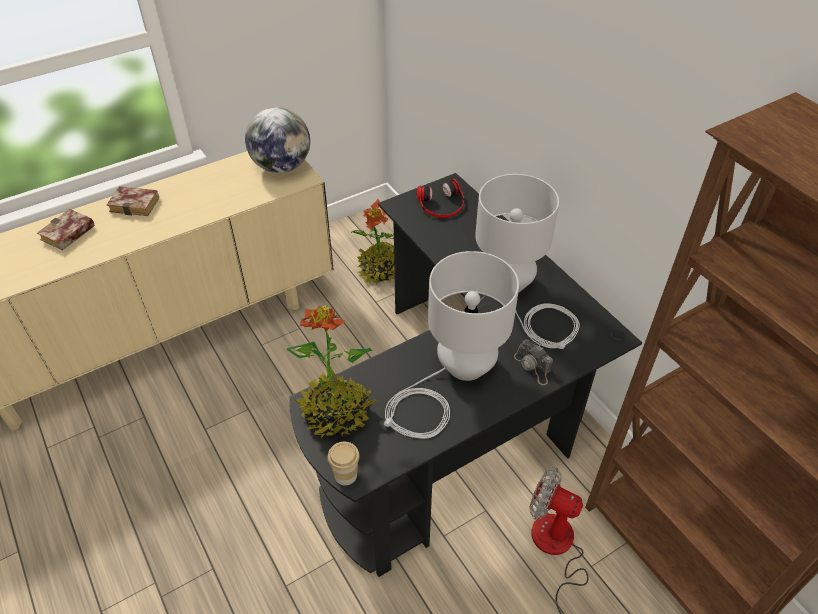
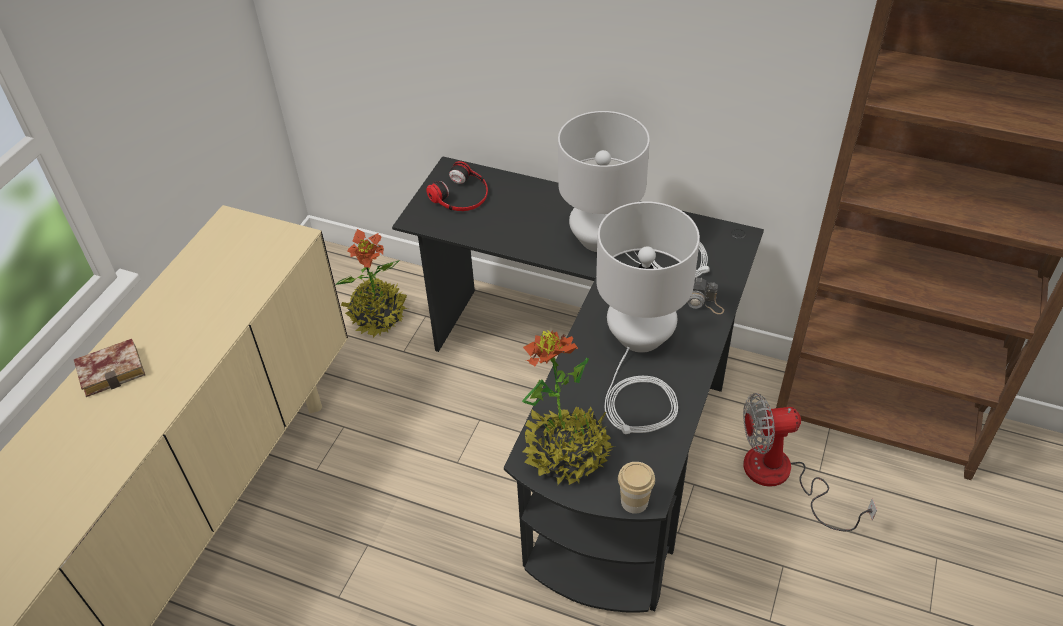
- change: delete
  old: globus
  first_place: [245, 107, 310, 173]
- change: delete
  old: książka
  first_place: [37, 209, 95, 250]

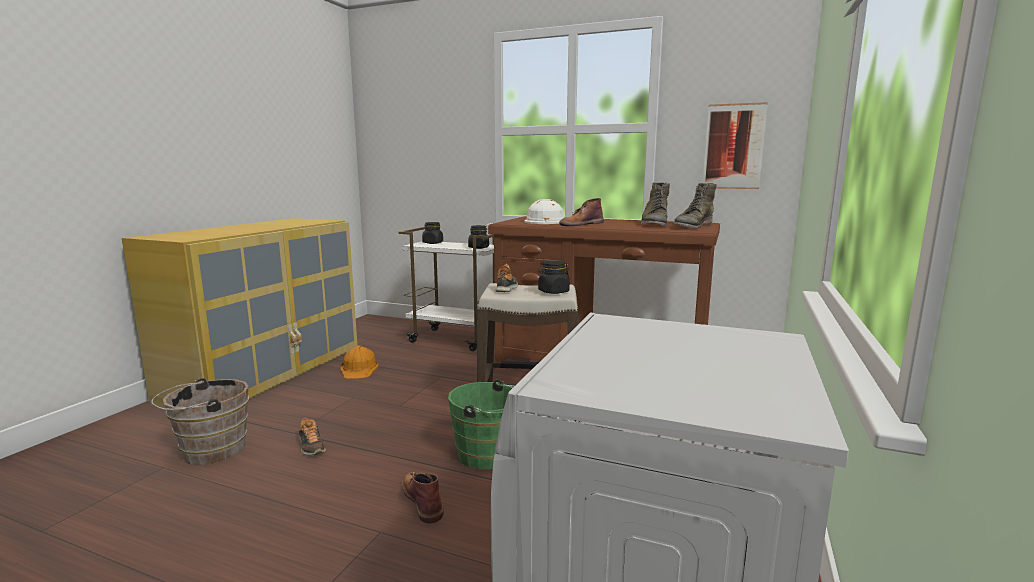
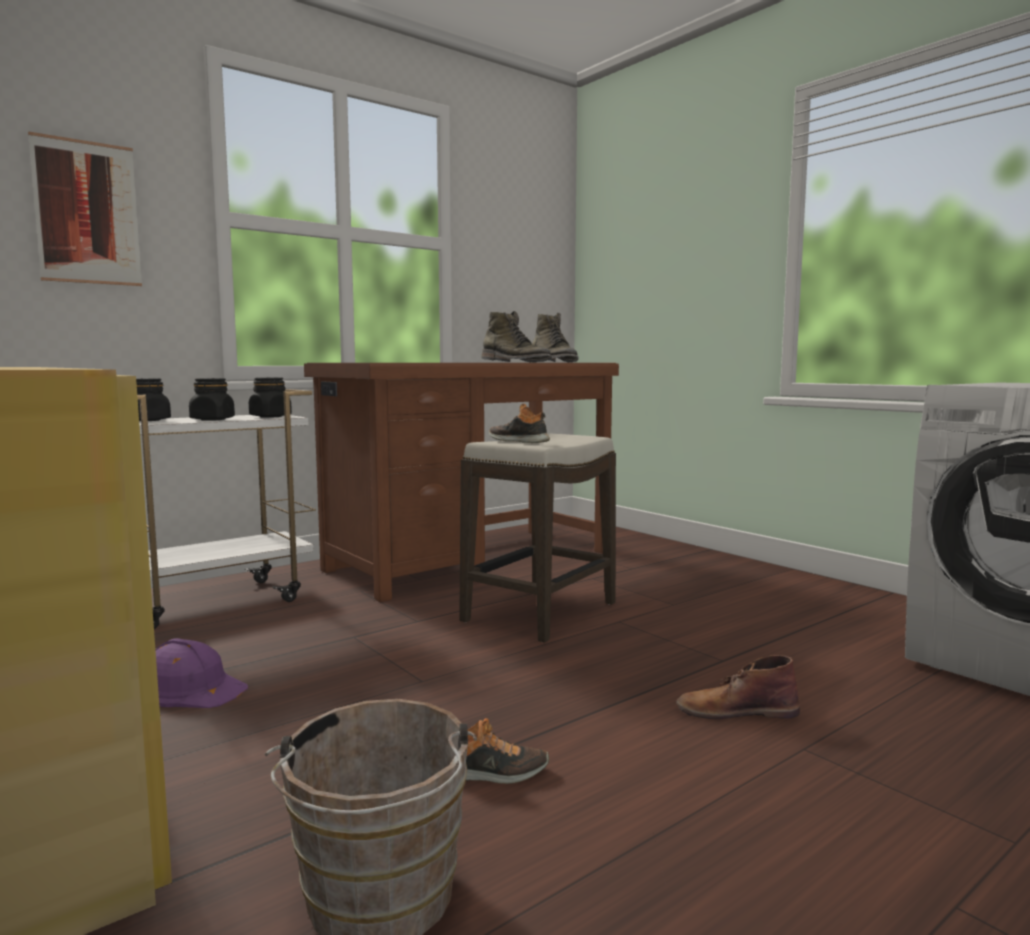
- change: move
  old: obraz
  first_place: [703, 102, 768, 189]
  second_place: [28, 131, 142, 286]
- change: delete
  old: but z cholewką (brązowy)
  first_place: [559, 198, 604, 226]
- change: delete
  old: kask (biały)
  first_place: [525, 199, 564, 224]
- change: move
  old: słoik (czarny)
  first_place: [538, 260, 570, 294]
  second_place: [189, 378, 235, 421]
- change: recolor
  old: kask (pomarańczowy)
  new: kask (fioletowy)
  first_place: [341, 345, 379, 379]
  second_place: [155, 638, 248, 708]
- change: delete
  old: wiadro (zielony)
  first_place: [448, 379, 514, 469]

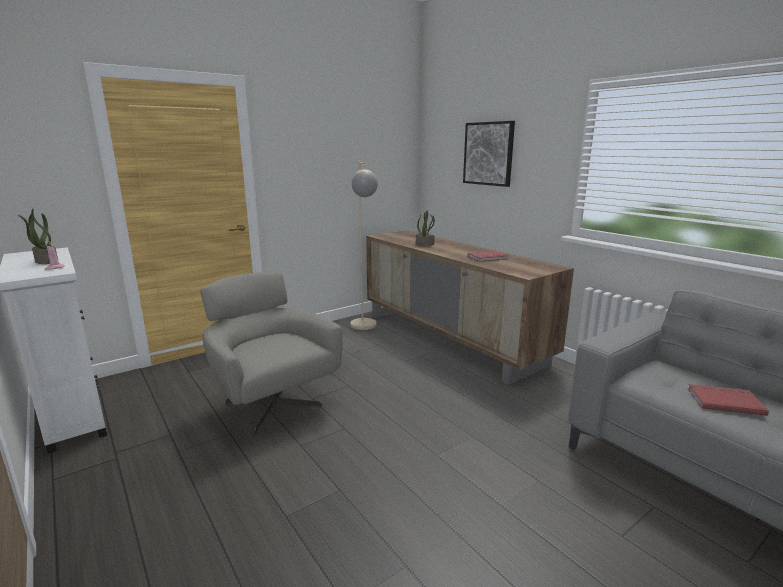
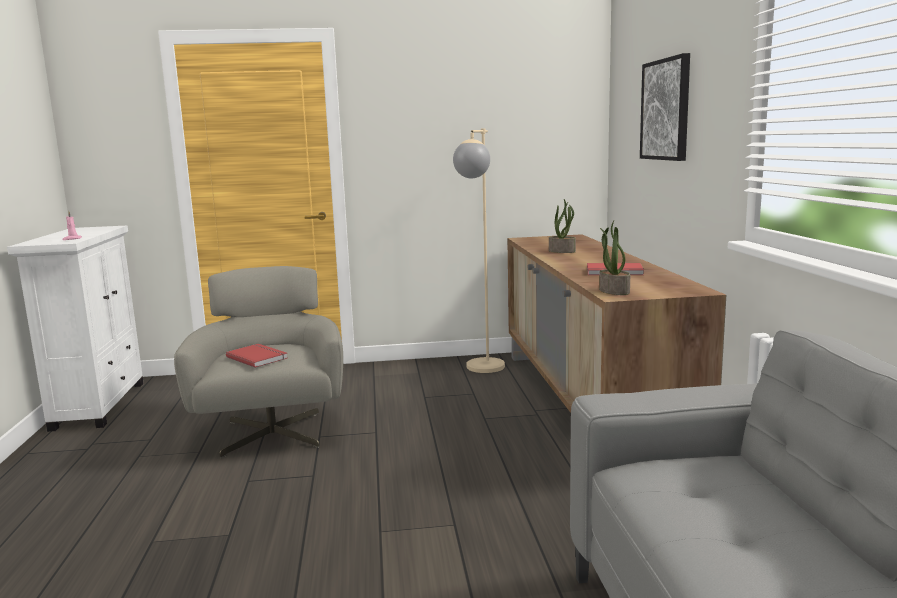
- change: move
  old: roślina doniczkowa
  first_place: [18, 209, 58, 264]
  second_place: [599, 221, 630, 295]
- change: move
  old: książka (czerwony)
  first_place: [688, 384, 769, 416]
  second_place: [226, 344, 287, 368]

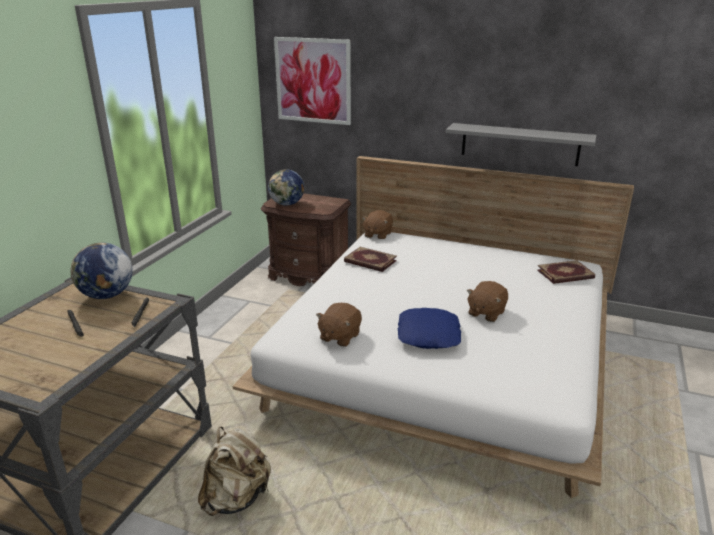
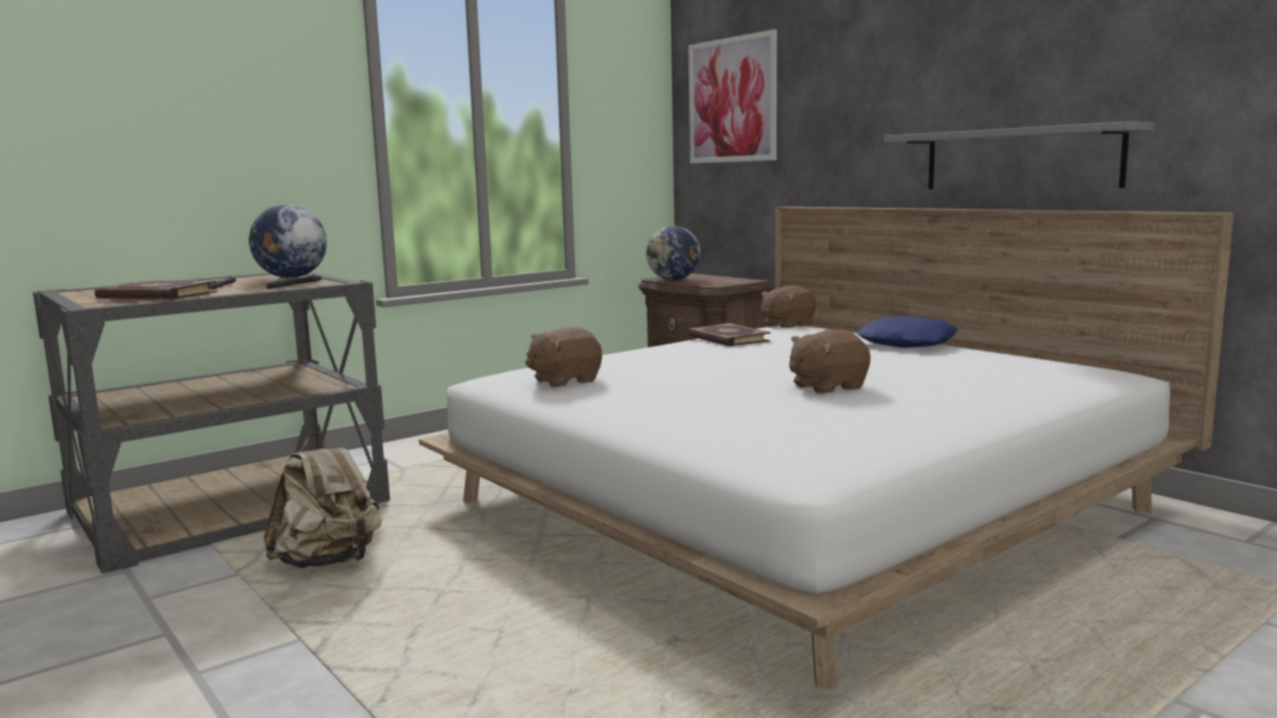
- change: move
  old: książka
  first_place: [537, 260, 595, 284]
  second_place: [95, 280, 217, 300]
- change: move
  old: poduszka (niebieski)
  first_place: [398, 308, 461, 349]
  second_place: [857, 316, 958, 348]

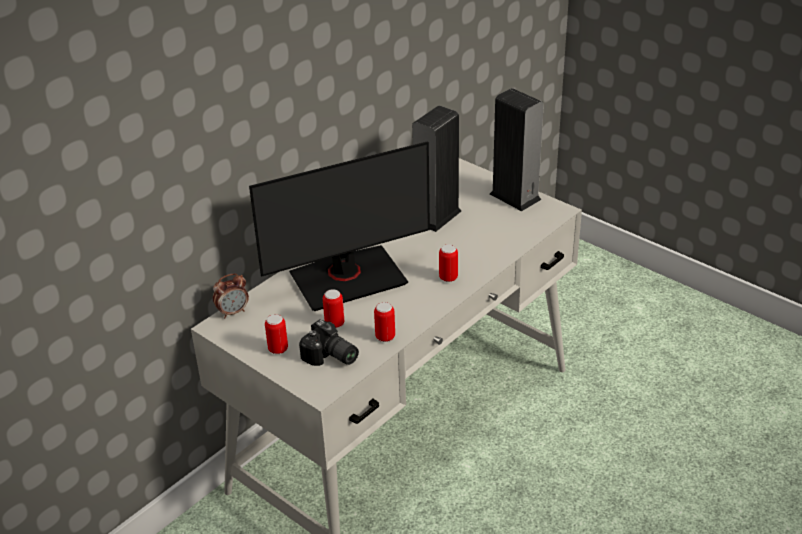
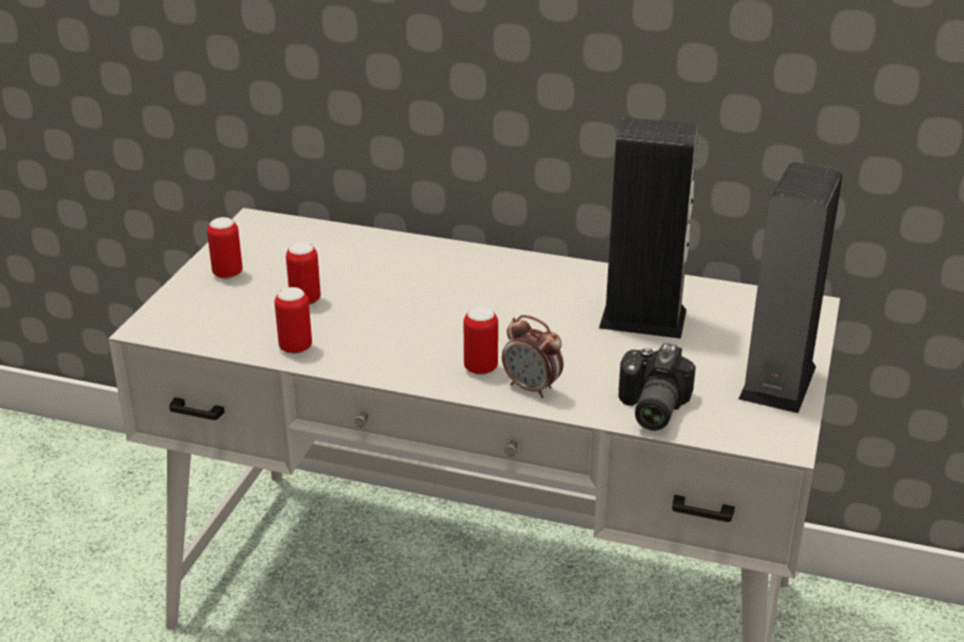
- change: delete
  old: monitor
  first_place: [249, 141, 430, 311]
- change: move
  old: budzik
  first_place: [213, 273, 249, 318]
  second_place: [502, 315, 564, 398]
- change: move
  old: aparat fotograficzny
  first_place: [299, 319, 359, 366]
  second_place: [619, 343, 696, 431]

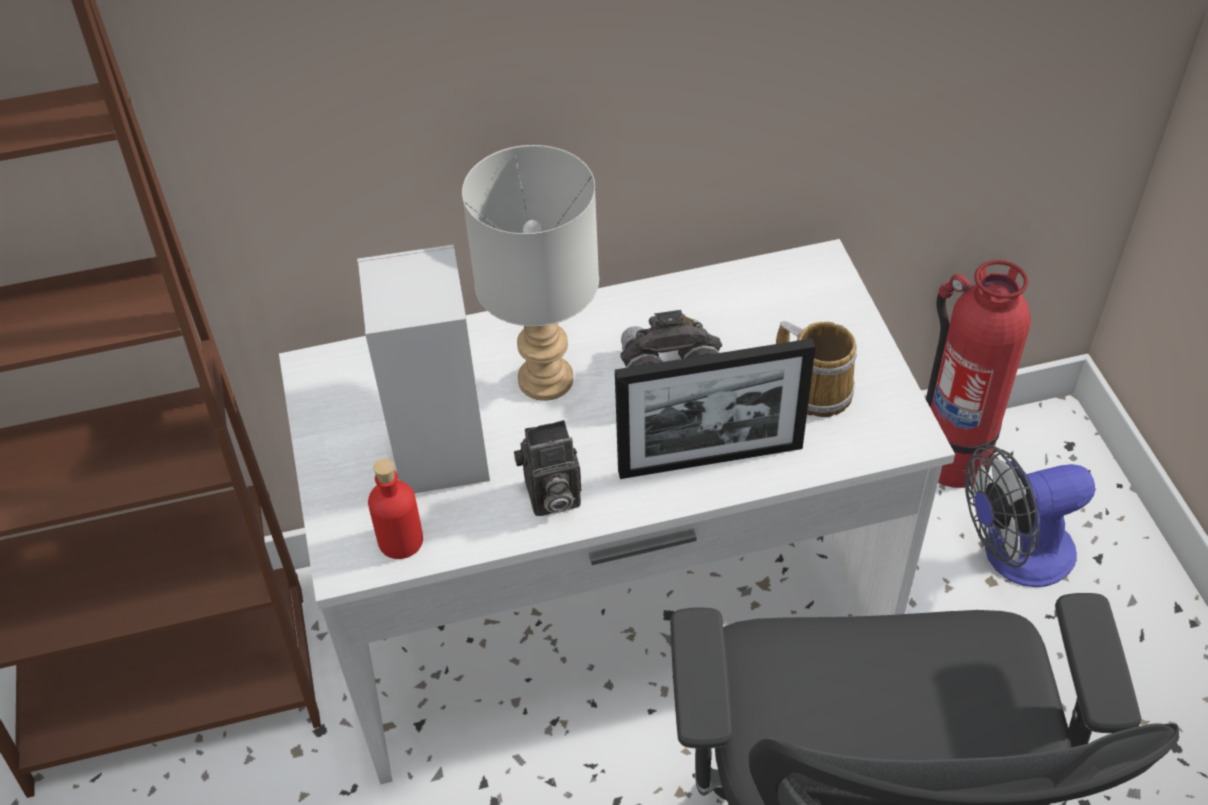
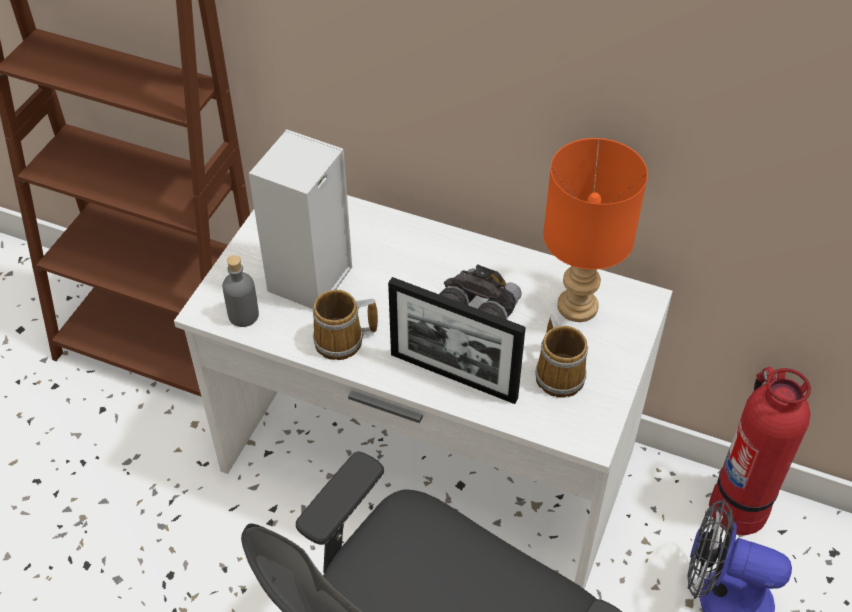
- change: delete
  old: lampa stołowa (szary)
  first_place: [462, 145, 599, 401]
- change: replace
  old: aparat fotograficzny
  new: kubek
  first_place: [514, 420, 581, 516]
  second_place: [313, 290, 378, 360]
- change: recolor
  old: butelka (czerwony)
  new: butelka (szary)
  first_place: [368, 458, 423, 559]
  second_place: [222, 255, 259, 327]
- change: insert
  new: lampa stołowa (pomarańczowy)
  second_place: [543, 138, 648, 322]

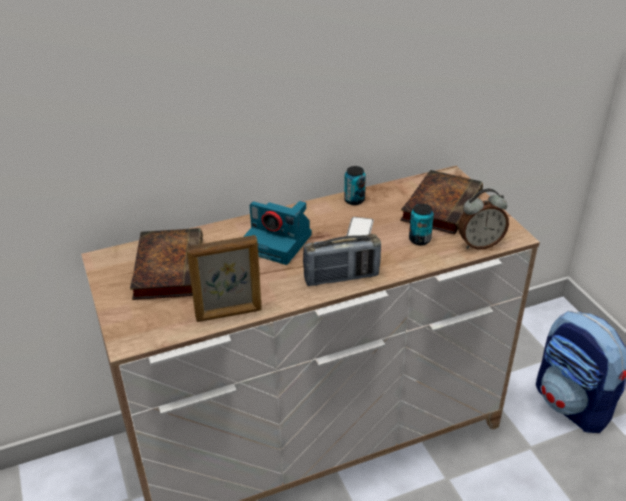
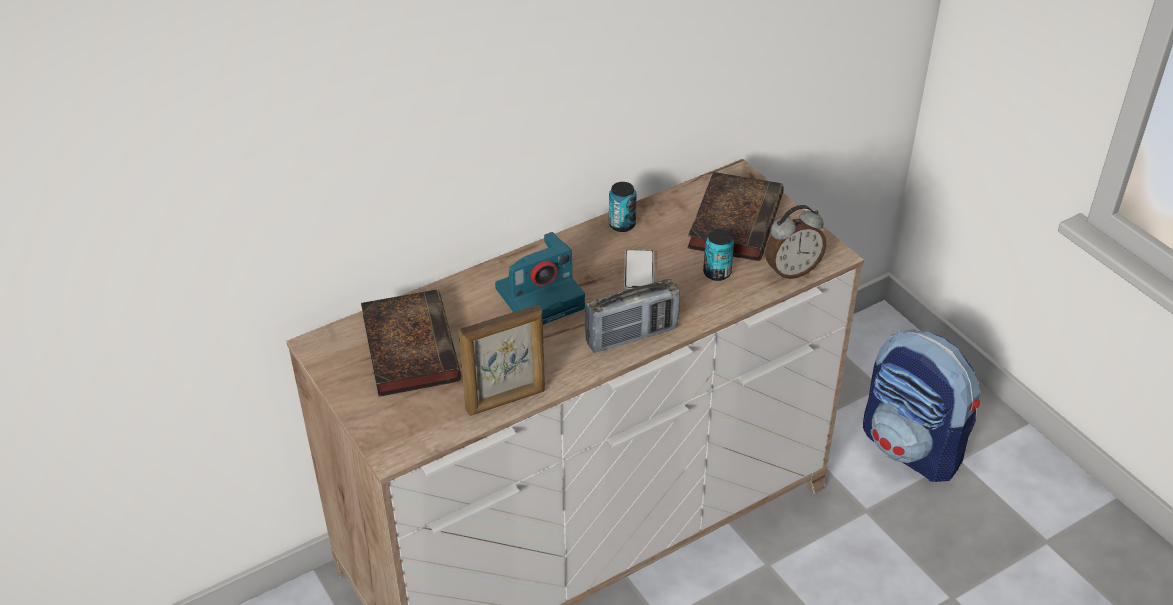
- change: rotate
  old: aparat fotograficzny
  first_place: [243, 201, 312, 265]
  second_place: [495, 232, 585, 325]
  degrees: -45

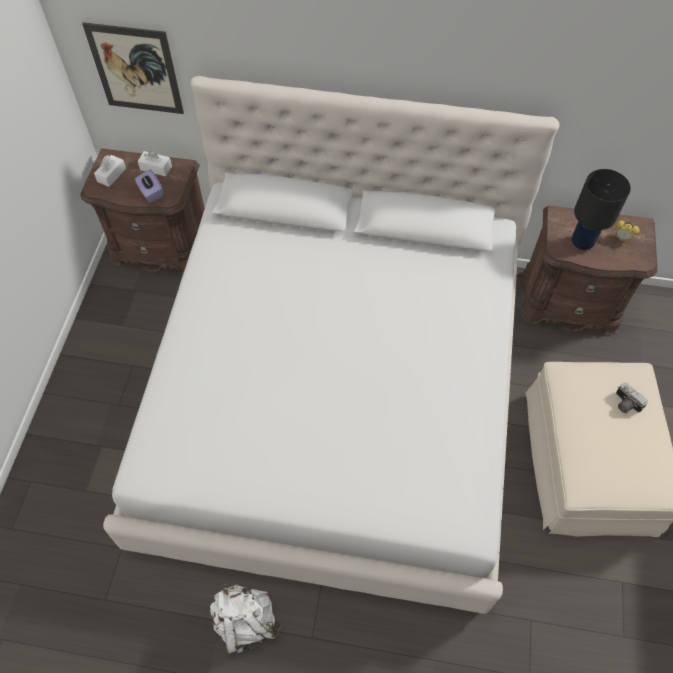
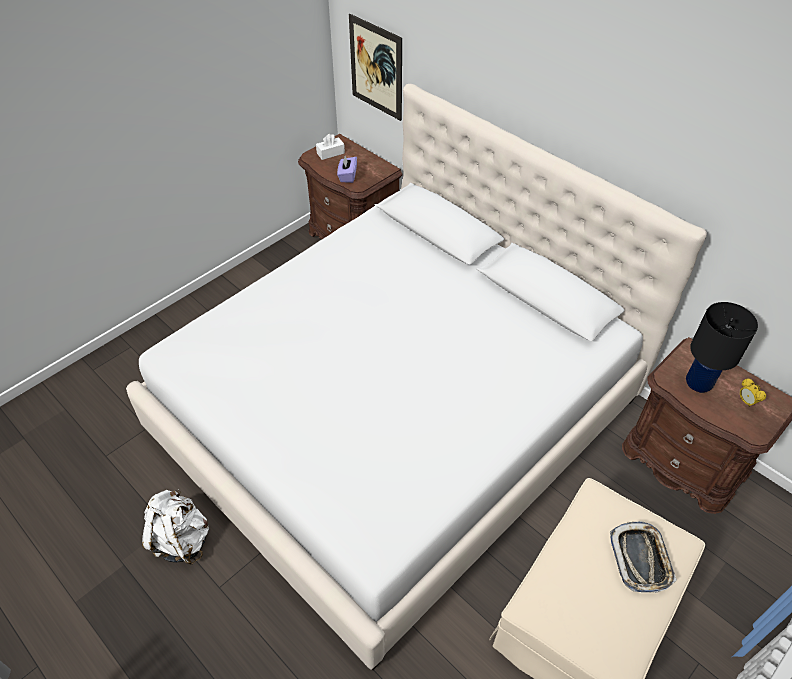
- change: delete
  old: pudełko chusteczek (biały)
  first_place: [138, 151, 172, 176]
- change: replace
  old: aparat fotograficzny
  new: taca
  first_place: [616, 382, 648, 413]
  second_place: [610, 521, 677, 593]

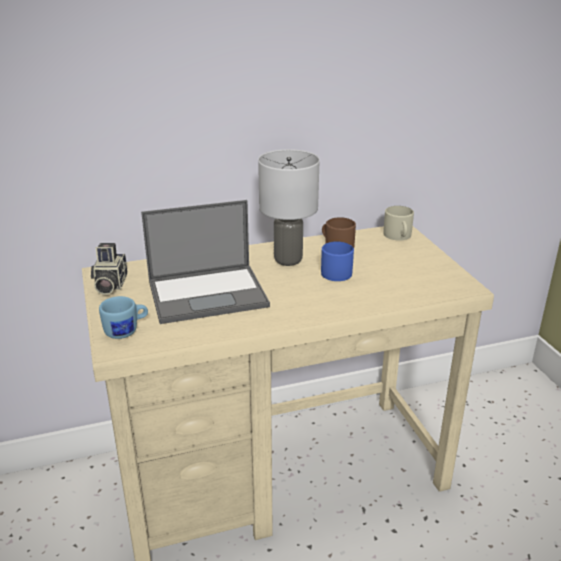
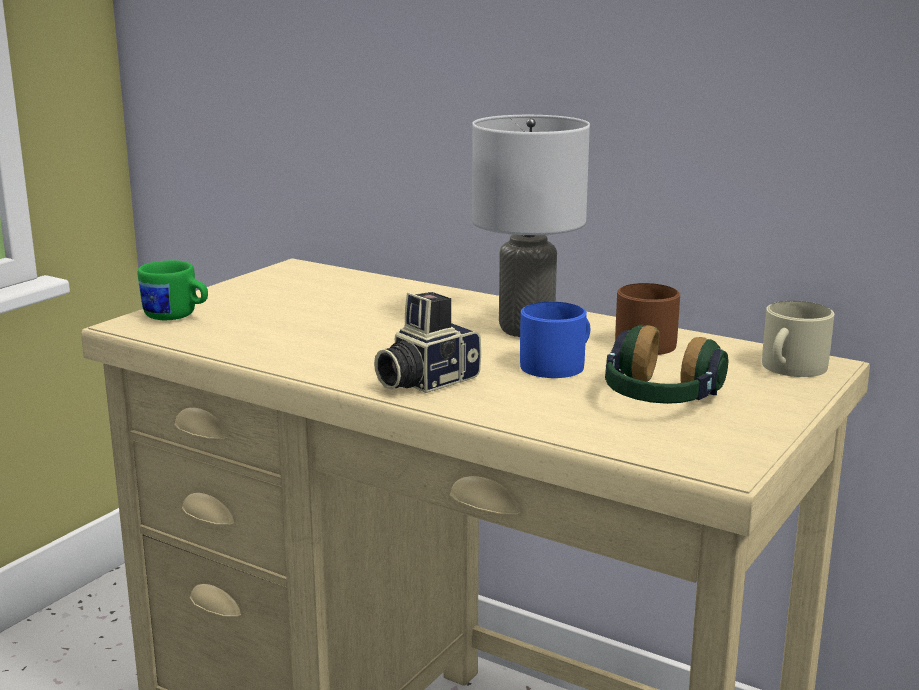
- change: delete
  old: laptop
  first_place: [141, 200, 270, 324]
- change: move
  old: aparat fotograficzny
  first_place: [91, 243, 127, 295]
  second_place: [374, 292, 481, 393]
- change: recolor
  old: kubek (niebieski)
  new: kubek (zielony)
  first_place: [99, 296, 148, 339]
  second_place: [138, 260, 208, 320]
- change: insert
  new: słuchawki
  second_place: [605, 325, 728, 404]

